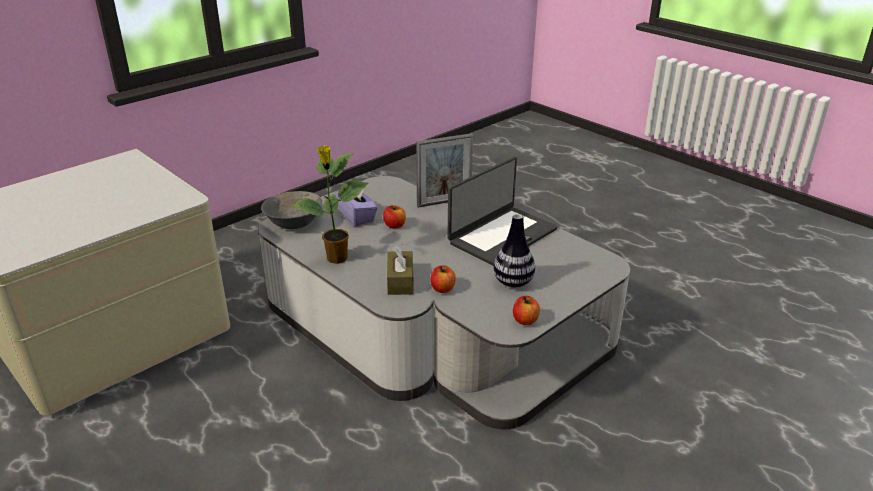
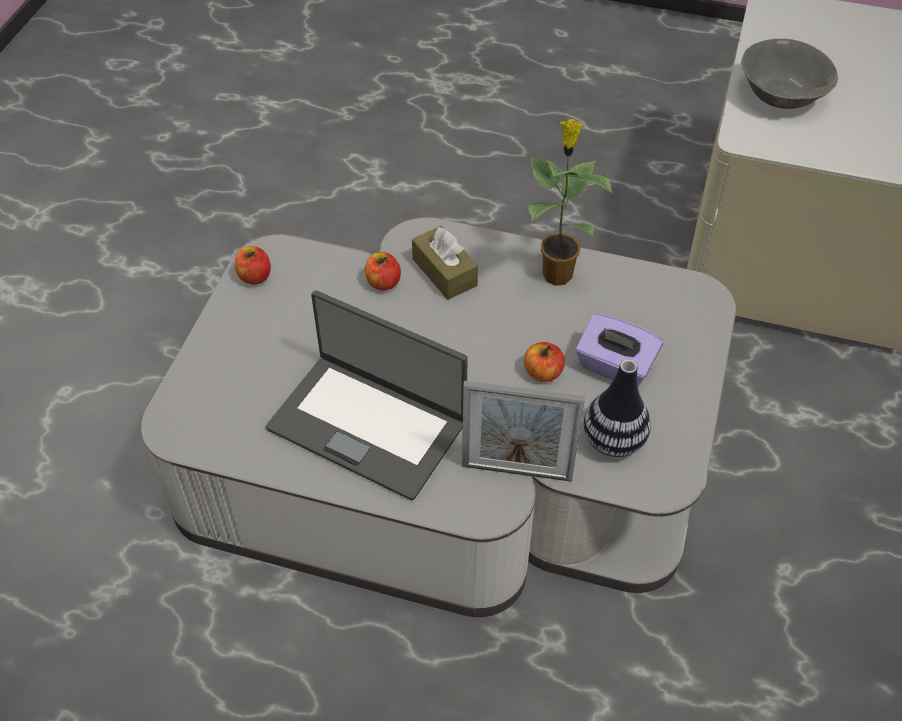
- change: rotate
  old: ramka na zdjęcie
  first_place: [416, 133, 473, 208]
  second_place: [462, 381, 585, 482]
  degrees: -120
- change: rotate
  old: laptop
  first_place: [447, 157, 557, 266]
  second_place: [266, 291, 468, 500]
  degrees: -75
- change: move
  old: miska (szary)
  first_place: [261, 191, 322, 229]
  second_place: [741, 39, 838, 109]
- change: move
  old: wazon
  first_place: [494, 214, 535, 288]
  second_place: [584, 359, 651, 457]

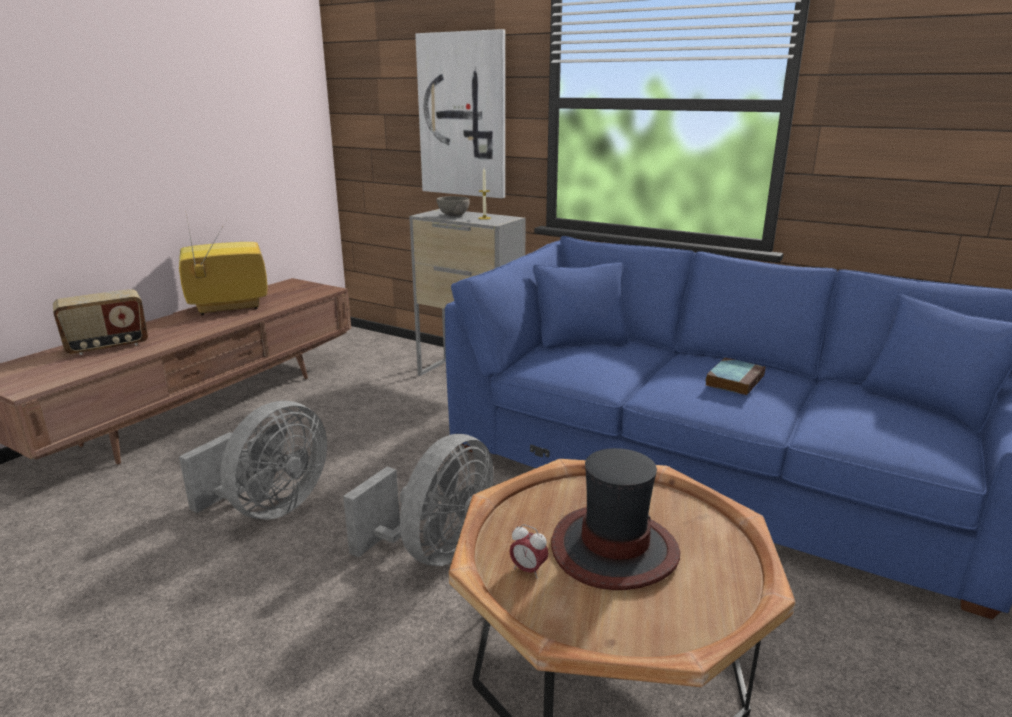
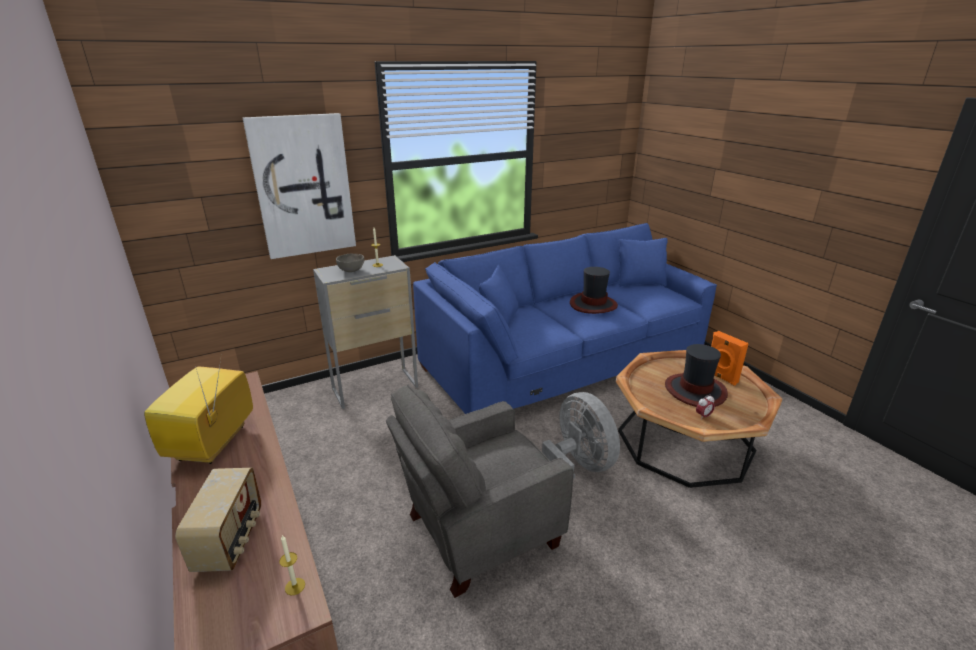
- change: replace
  old: książka
  new: kapelusz
  first_place: [705, 358, 765, 395]
  second_place: [570, 267, 618, 314]
- change: replace
  old: wentylator (szary)
  new: fotel (szary)
  first_place: [179, 401, 327, 520]
  second_place: [386, 385, 574, 598]
- change: insert
  new: głośnik (pomarańczowy)
  second_place: [711, 331, 749, 386]
- change: insert
  new: świeca
  second_place: [279, 535, 305, 595]

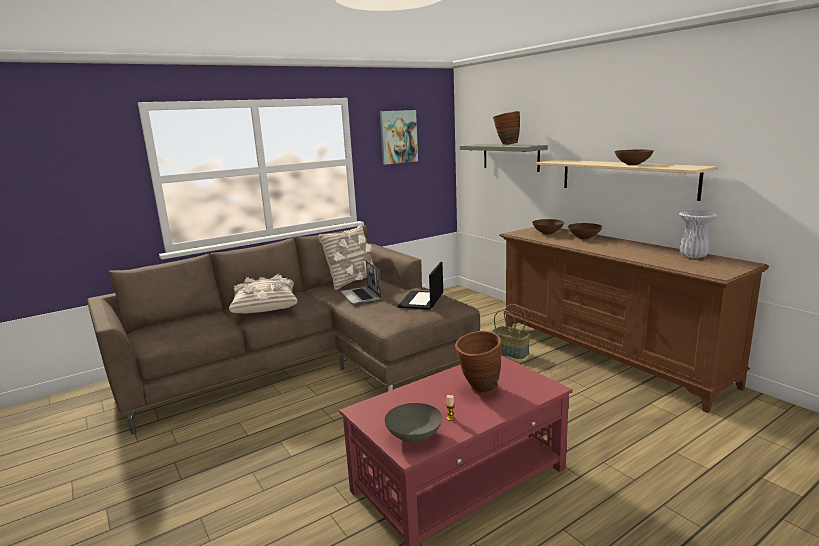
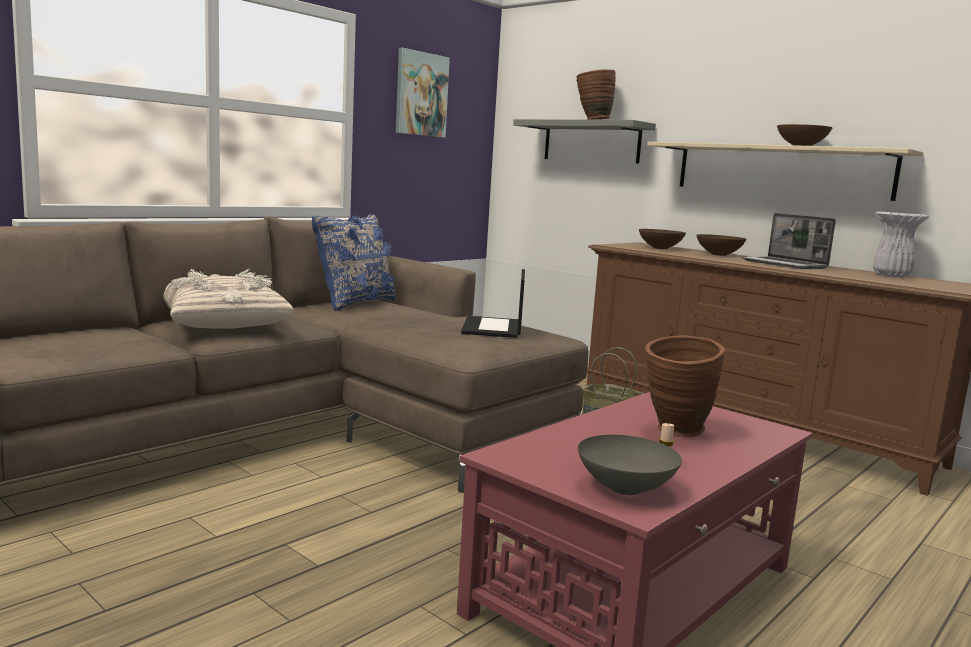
- change: recolor
  old: poduszka (beżowy)
  new: poduszka (niebieski)
  first_place: [318, 225, 374, 290]
  second_place: [312, 214, 395, 311]
- change: move
  old: laptop
  first_place: [341, 260, 382, 304]
  second_place: [741, 213, 836, 269]

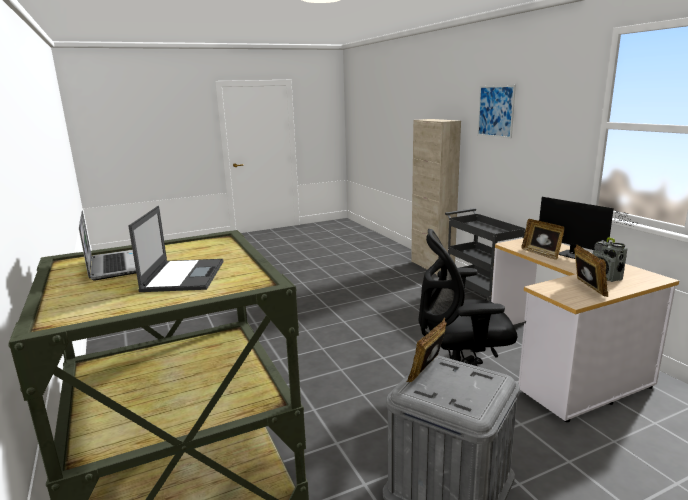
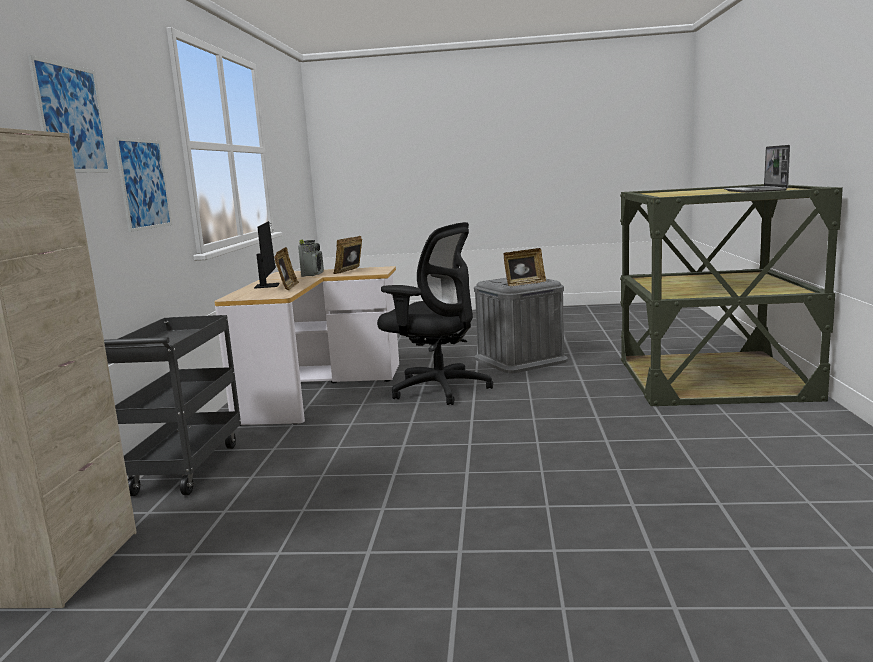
- change: delete
  old: laptop
  first_place: [129, 206, 223, 292]
- change: insert
  new: obraz
  second_place: [114, 137, 172, 232]

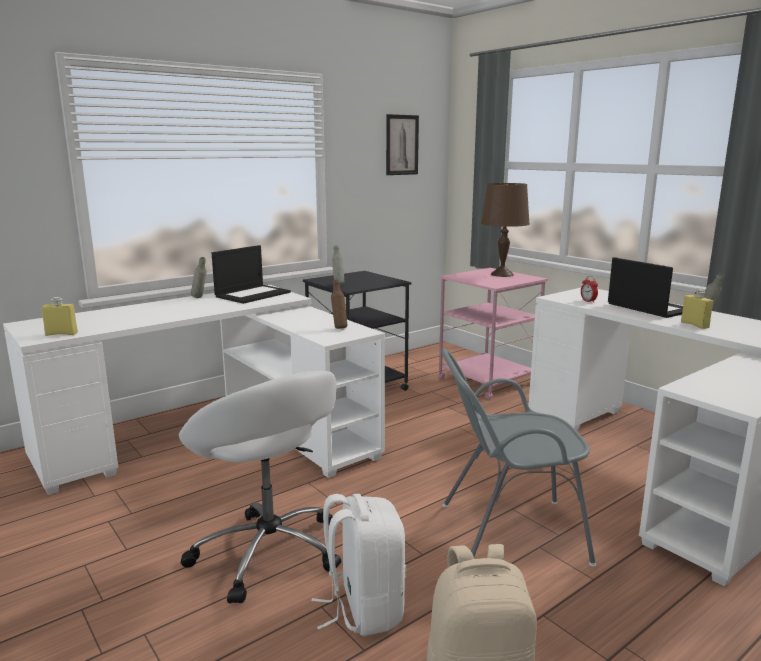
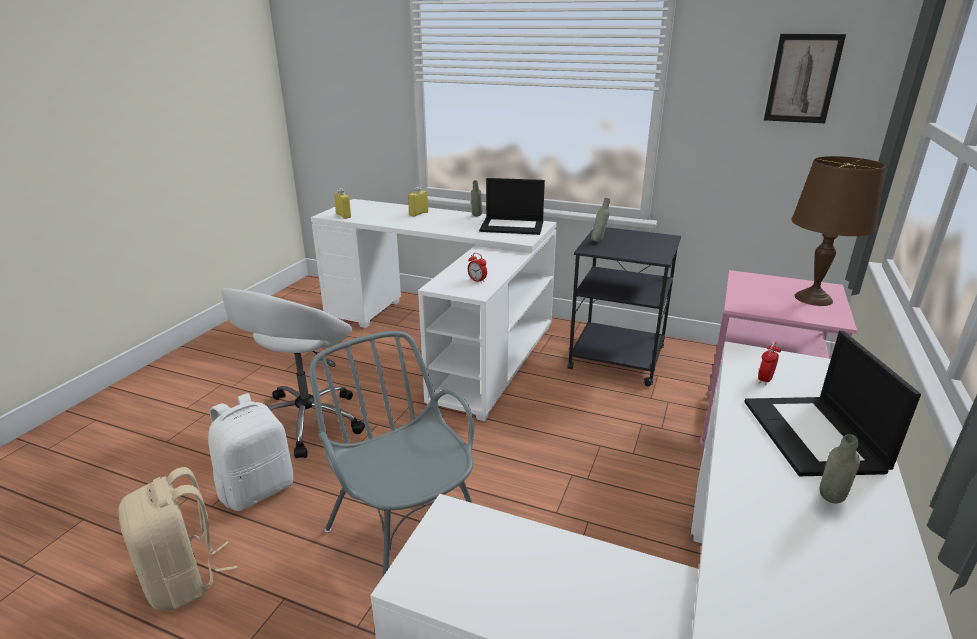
- change: rotate
  old: laptop
  first_place: [608, 257, 683, 318]
  second_place: [744, 331, 921, 476]
  degrees: 150
- change: replace
  old: butelka (brązowy)
  new: budzik
  first_place: [331, 280, 347, 329]
  second_place: [468, 253, 487, 283]
- change: move
  old: butelka (żółty)
  first_place: [681, 290, 713, 329]
  second_place: [408, 187, 428, 217]

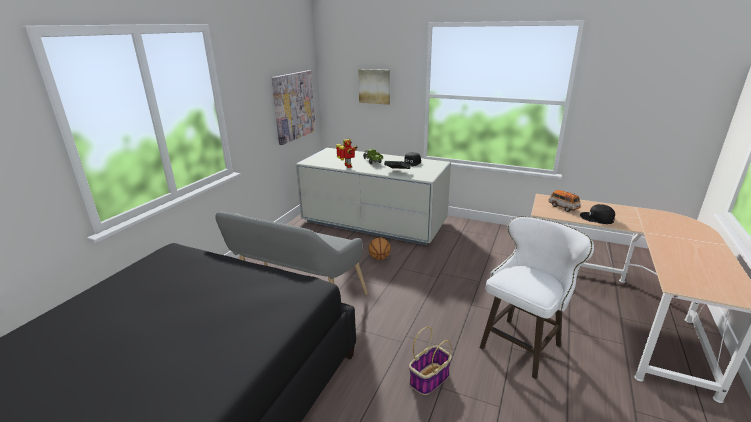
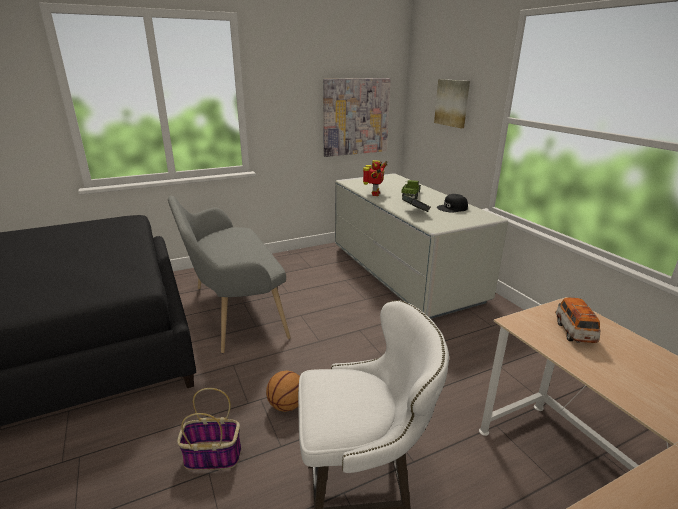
- change: delete
  old: czapka z daszkiem (czarny)
  first_place: [580, 204, 615, 224]
- change: move
  old: piłka do koszykówki
  first_place: [368, 238, 391, 260]
  second_place: [266, 370, 300, 412]

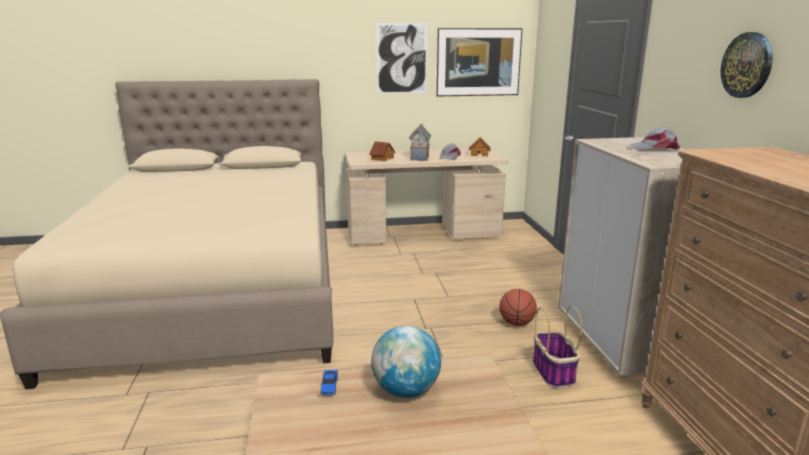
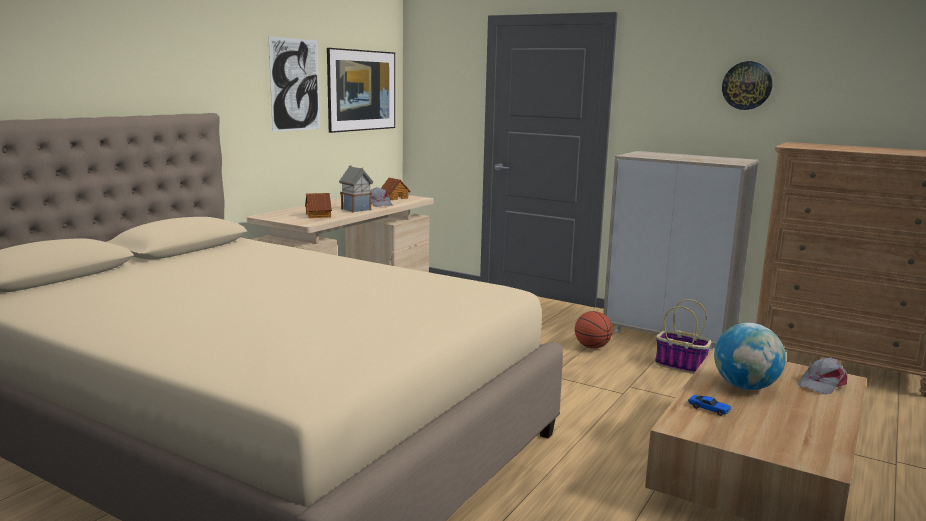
- change: move
  old: czapka z daszkiem (szary)
  first_place: [628, 127, 680, 151]
  second_place: [797, 357, 847, 395]

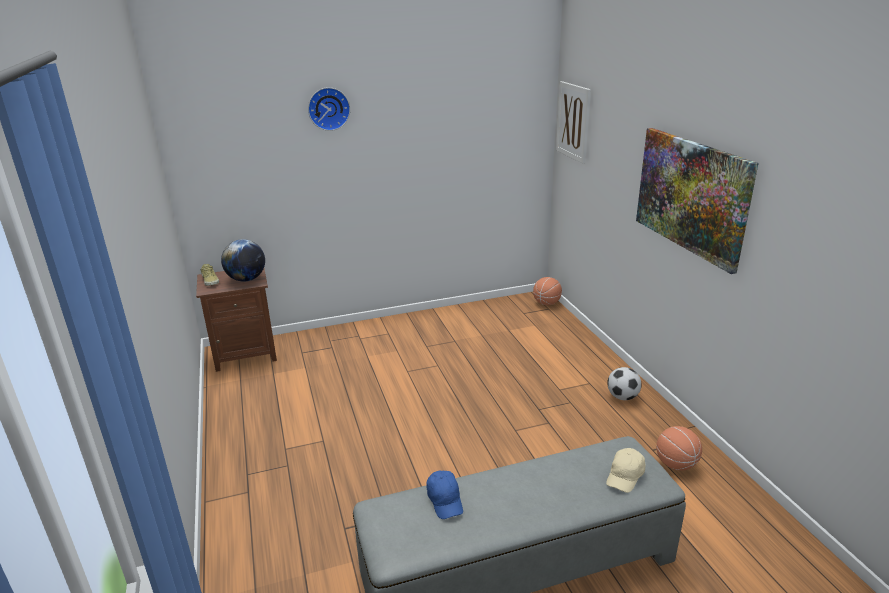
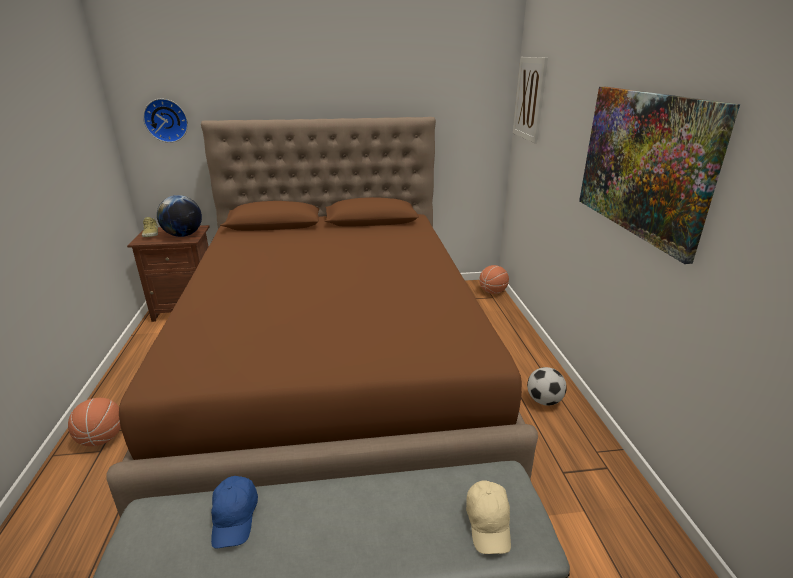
- change: move
  old: zegar ścienny
  first_place: [308, 87, 350, 131]
  second_place: [143, 99, 188, 143]
- change: move
  old: piłka do koszykówki
  first_place: [656, 426, 702, 471]
  second_place: [68, 398, 121, 446]
- change: rotate
  old: czapka z daszkiem (beżowy)
  first_place: [606, 448, 646, 493]
  second_place: [466, 481, 511, 554]
  degrees: -45
- change: insert
  new: łóżko (brązowy)
  second_place: [106, 117, 538, 518]

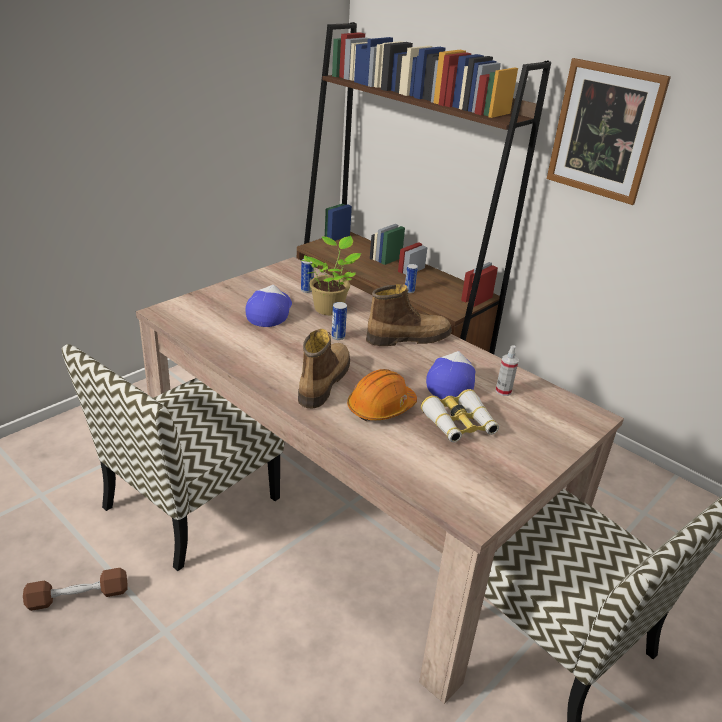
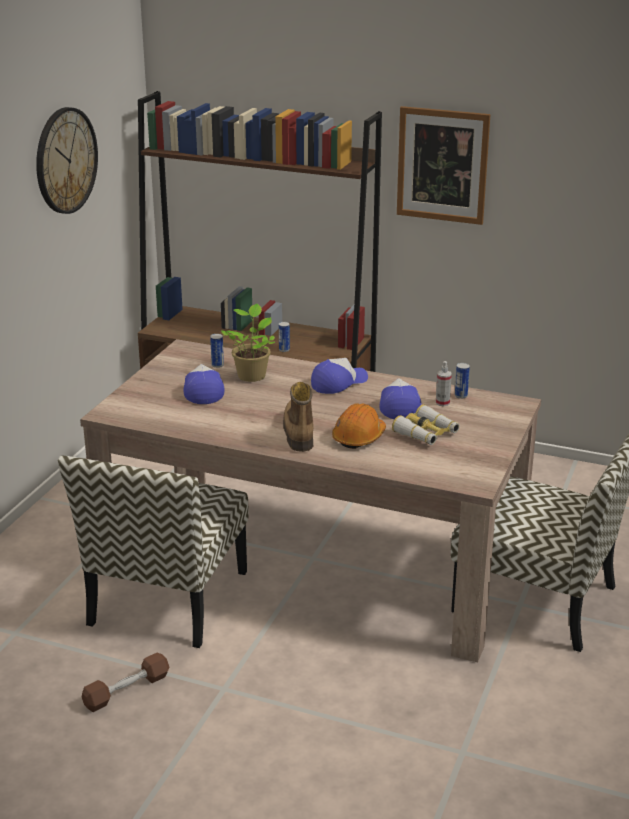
- change: replace
  old: but z cholewką
  new: czapka z daszkiem
  first_place: [366, 284, 452, 346]
  second_place: [311, 358, 368, 394]
- change: move
  old: puszka
  first_place: [331, 302, 347, 340]
  second_place: [455, 363, 470, 399]
- change: insert
  new: zegar ścienny
  second_place: [36, 107, 98, 214]

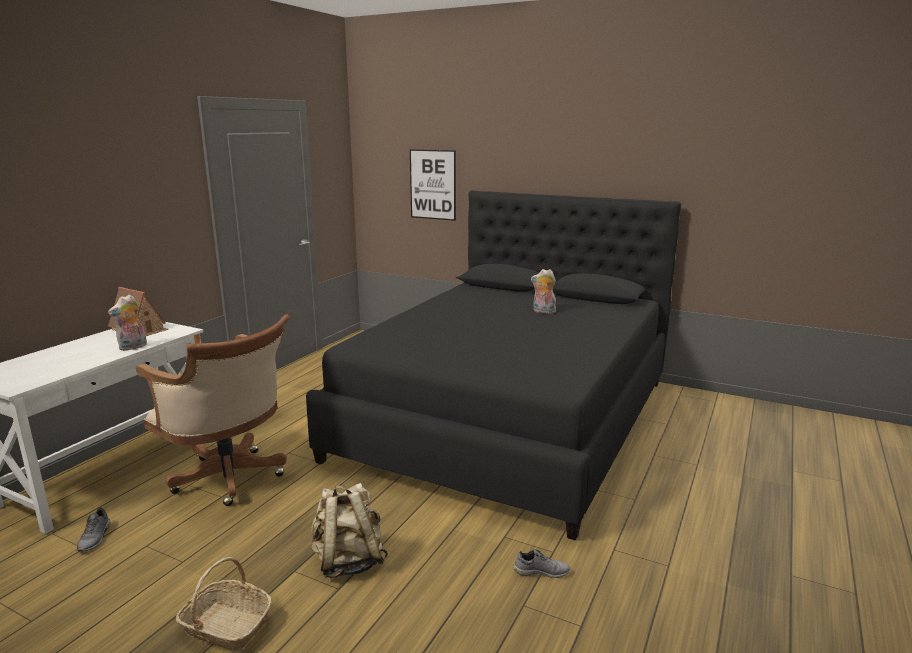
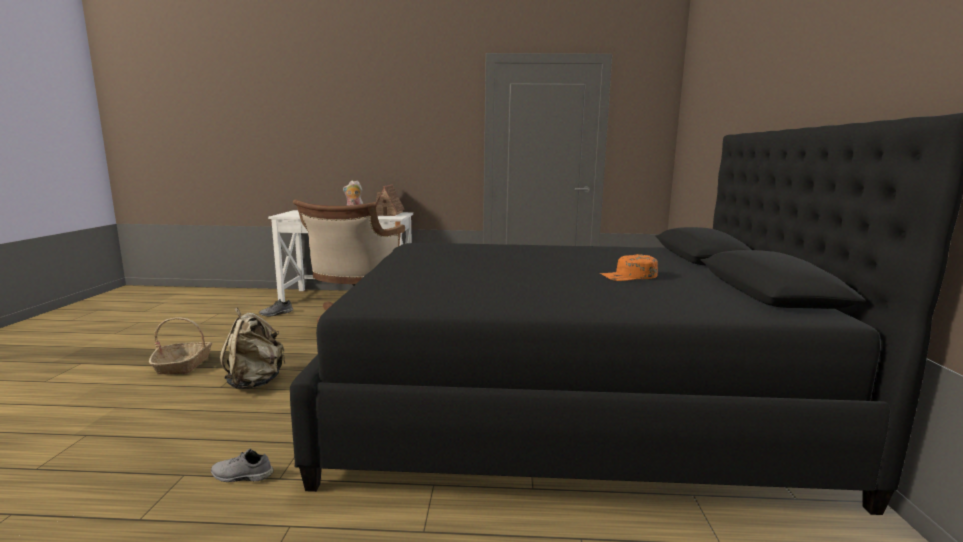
- change: delete
  old: obraz
  first_place: [410, 149, 456, 221]
- change: replace
  old: pluszak
  new: czapka z daszkiem (pomarańczowy)
  first_place: [531, 269, 556, 314]
  second_place: [600, 254, 658, 281]
- change: rotate
  old: but (szary)
  first_place: [514, 549, 570, 578]
  second_place: [211, 449, 274, 482]
  degrees: 120

